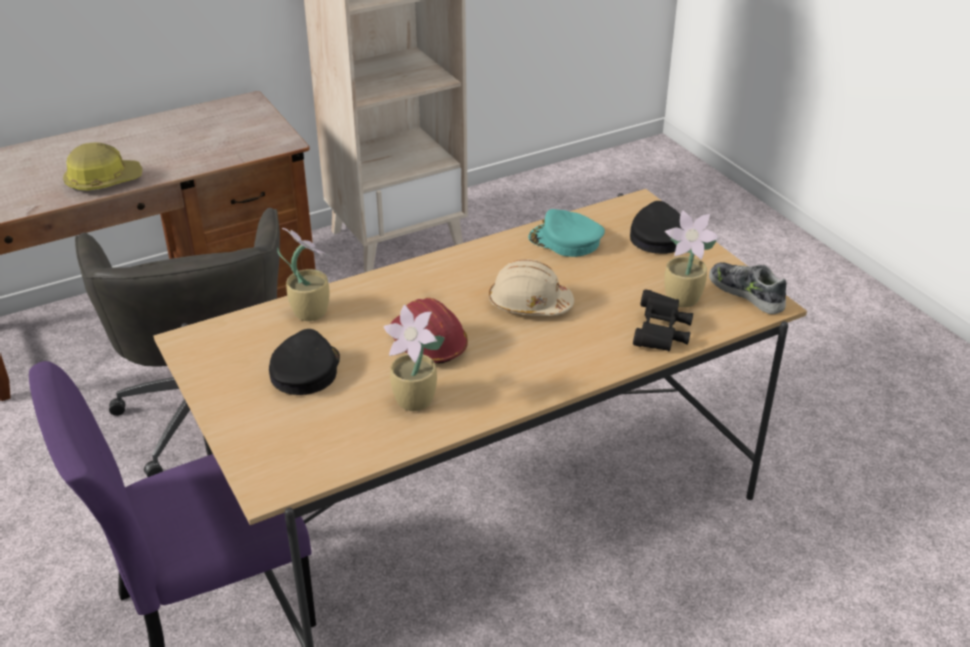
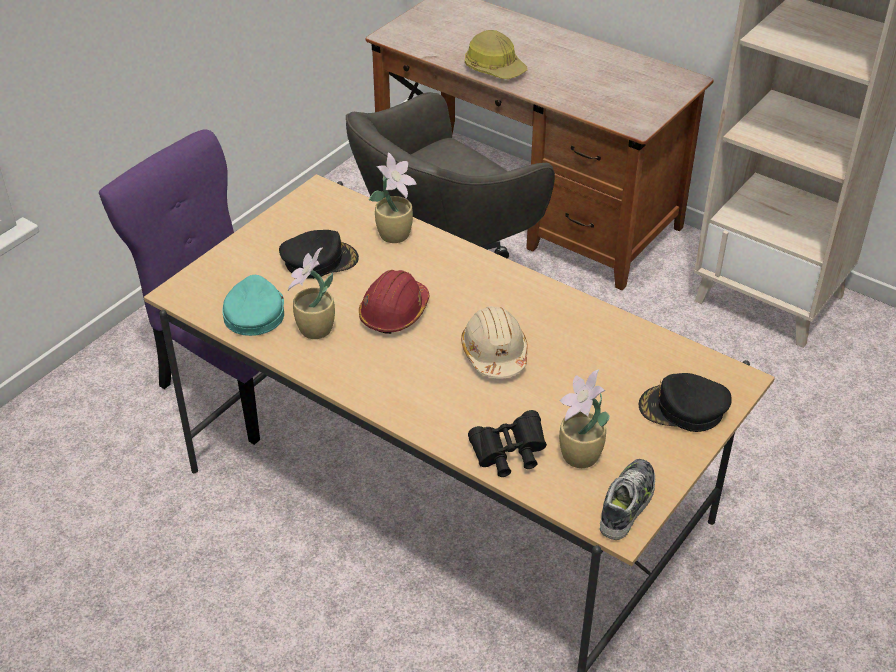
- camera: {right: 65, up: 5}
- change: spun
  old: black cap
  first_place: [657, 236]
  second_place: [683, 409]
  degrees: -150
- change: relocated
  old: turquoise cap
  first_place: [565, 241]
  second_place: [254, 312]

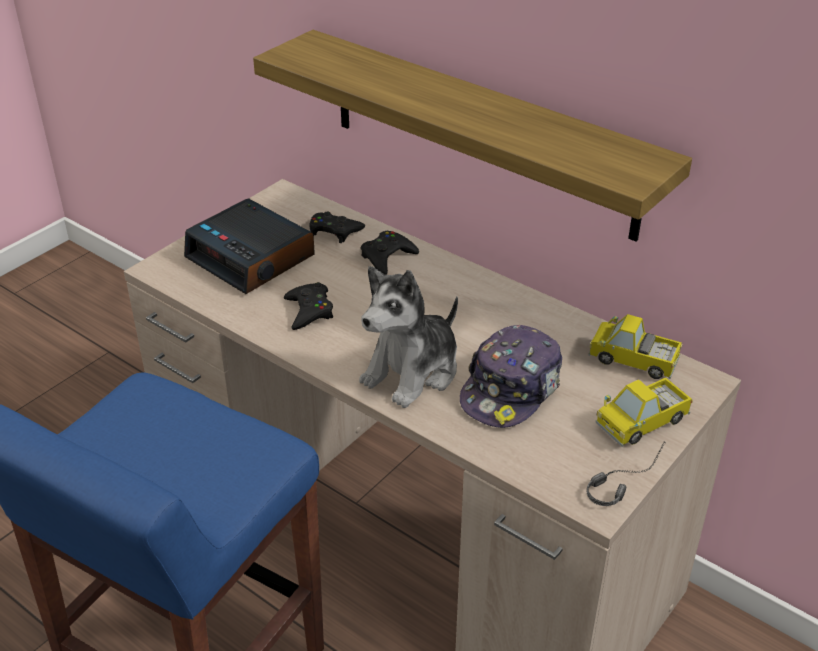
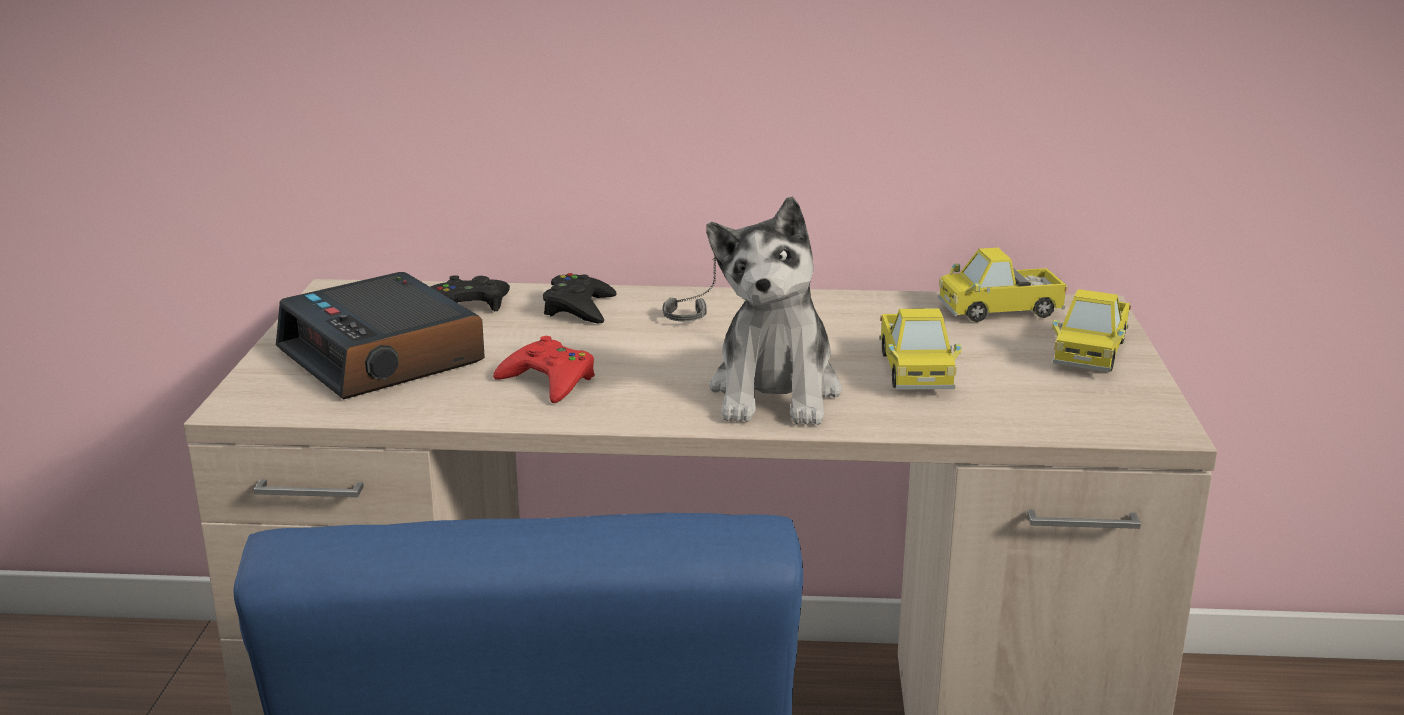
- camera: {right: -35, up: -15}
- change: missing
  old: shelf
  first_place: [480, 133]
- change: spun
  old: alarm clock
  first_place: [252, 257]
  second_place: [383, 356]
  degrees: 45
- change: colour
  old: black game controller
  new: red game controller
  first_place: [309, 311]
  second_place: [549, 381]
- change: exchanged
  old: cap
  new: toy truck
  first_place: [511, 390]
  second_place: [915, 371]
- change: relocated
  old: headphones
  first_place: [622, 478]
  second_place: [690, 304]

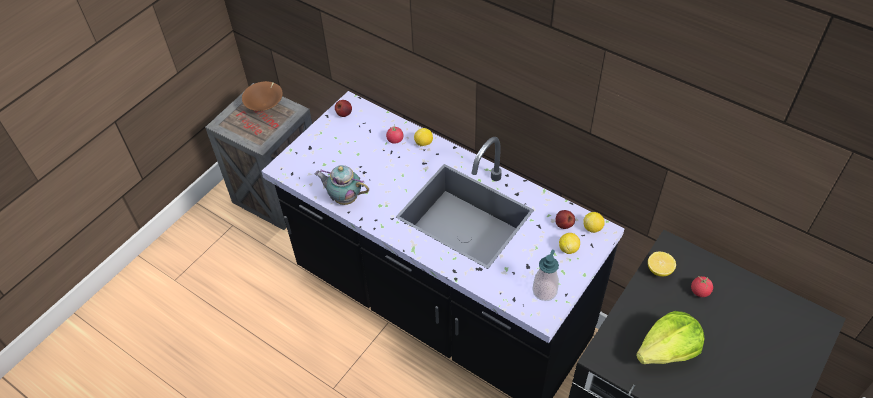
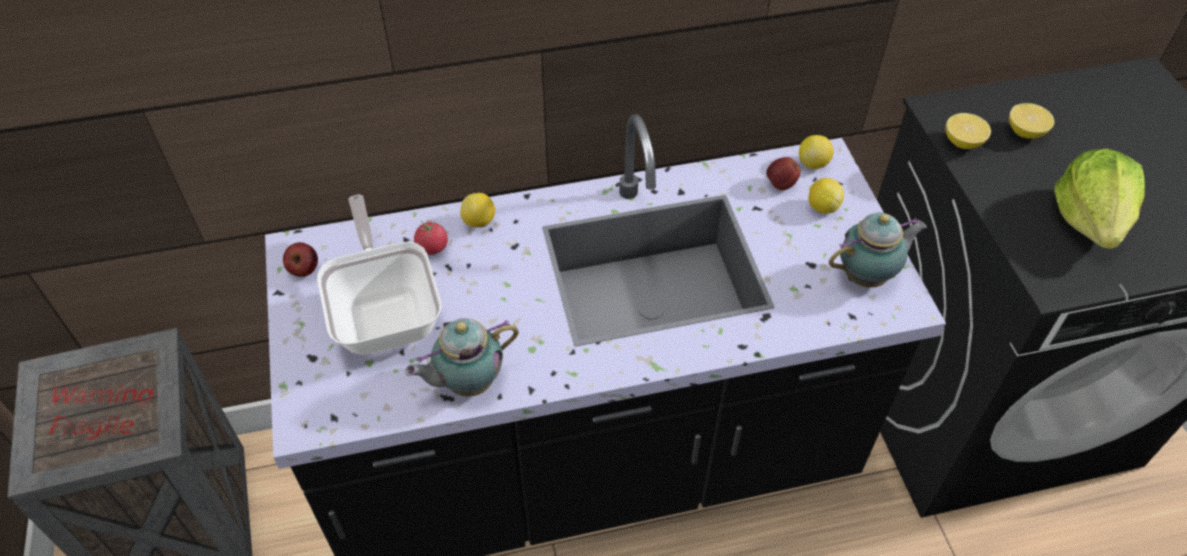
- camera: {right: -50, up: 0}
- change: missing
  old: brown bowl
  first_place: [265, 106]
- change: exchanged
  old: soap dispenser
  new: teapot
  first_place: [544, 291]
  second_place: [868, 276]
- change: exchanged
  old: tomato
  new: lemon
  first_place: [700, 291]
  second_place: [1025, 132]
- change: appeared
  new: frying pan
  second_place: [386, 313]

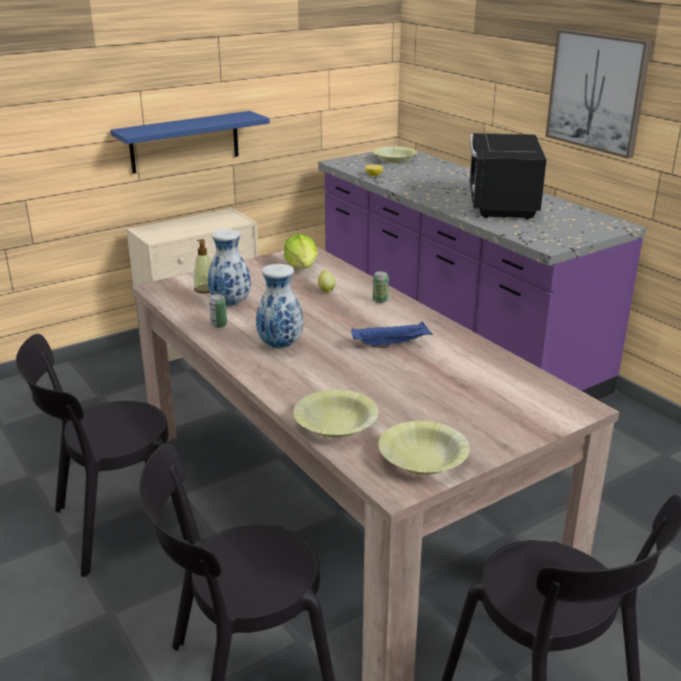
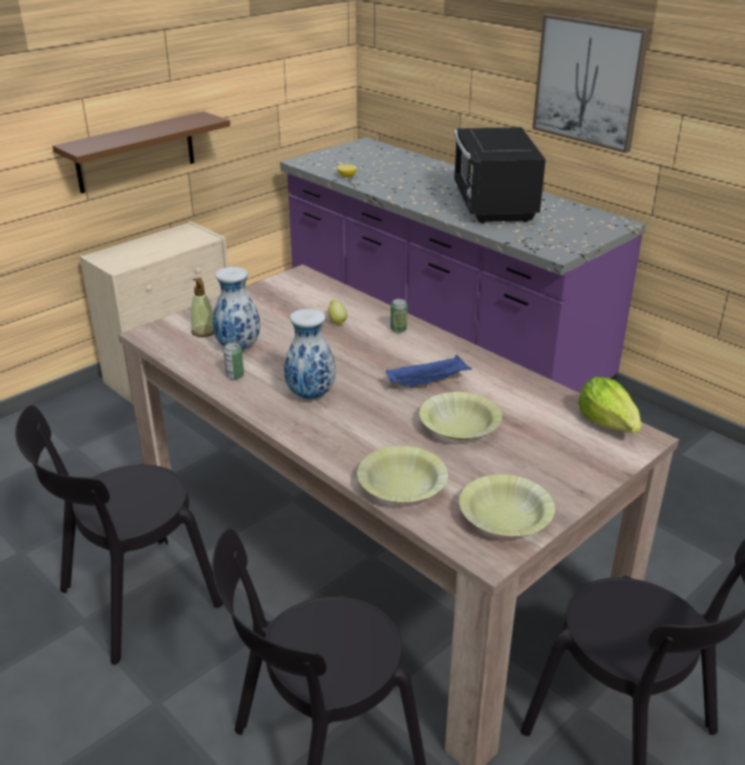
- camera: {right: -10, up: 5}
- change: colour
  old: blue shelf
  new: brown shelf
  first_place: [185, 142]
  second_place: [135, 152]
- change: relocated
  old: yellow bowl
  first_place: [394, 160]
  second_place: [459, 426]
- change: relocated
  old: lettuce
  first_place: [302, 267]
  second_place: [608, 423]

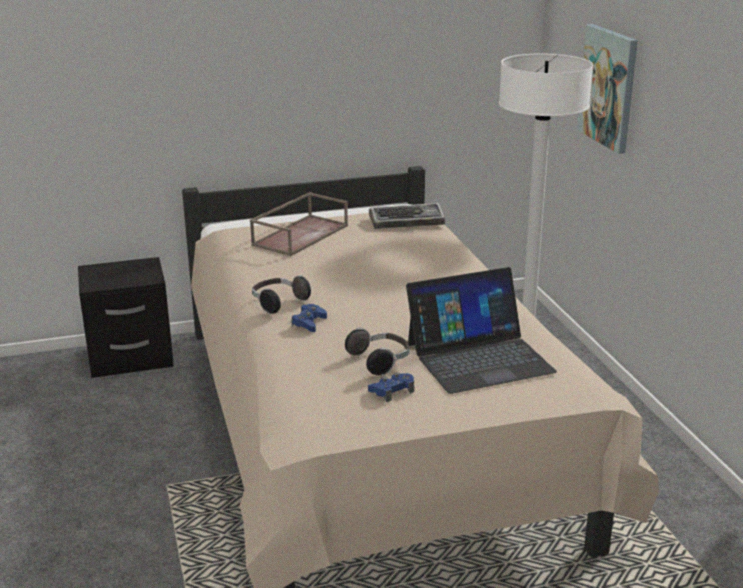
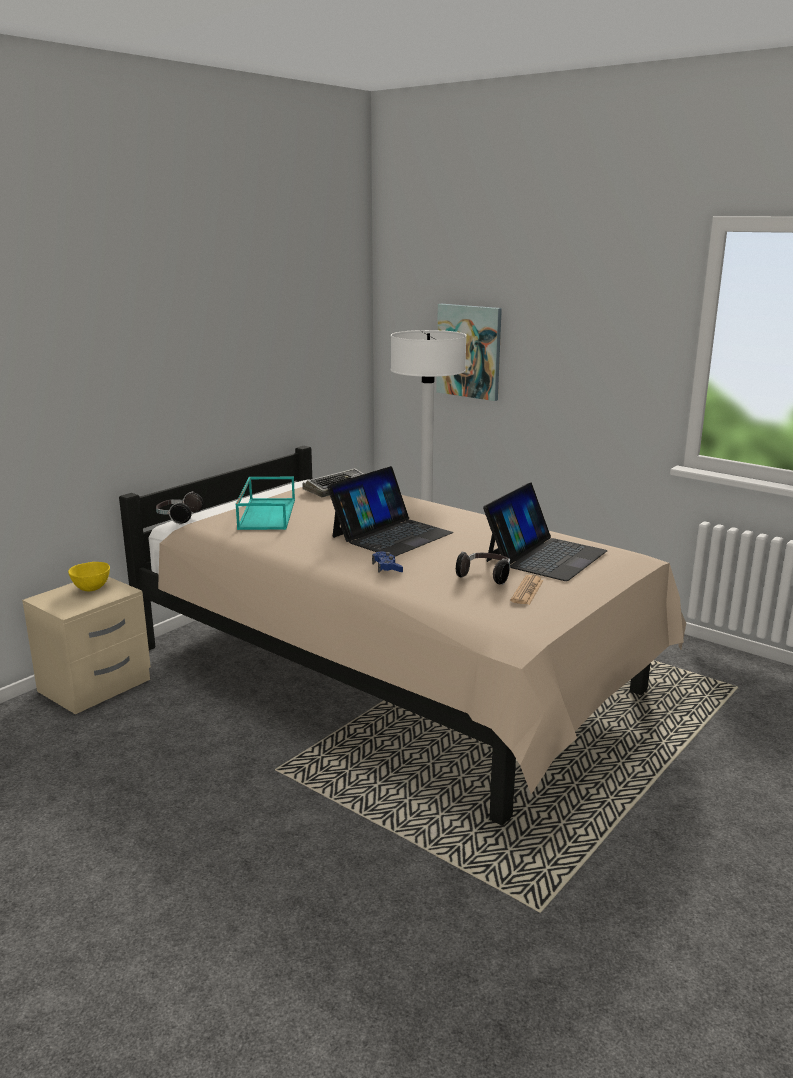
- camera: {right: -35, up: -5}
- change: colour
  old: brown tray
  new: turquoise tray
  first_place: [300, 234]
  second_place: [266, 513]
- change: colour
  old: black nightstand
  new: beige nightstand
  first_place: [131, 359]
  second_place: [96, 686]
- change: relocated
  old: headphones
  first_place: [278, 303]
  second_place: [178, 517]
- change: exchanged
  old: blue game controller
  new: newspaper
  first_place: [392, 391]
  second_place: [527, 591]
- change: appeared
  new: laptop
  second_place: [391, 535]
- change: appeared
  new: yellow bowl
  second_place: [92, 588]

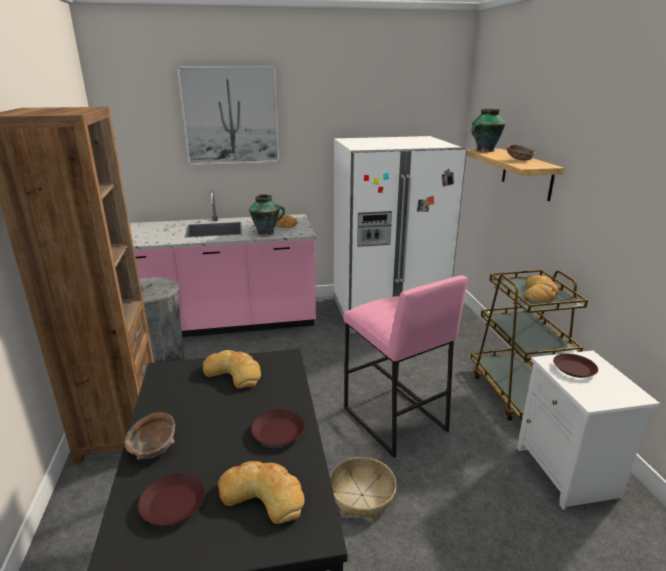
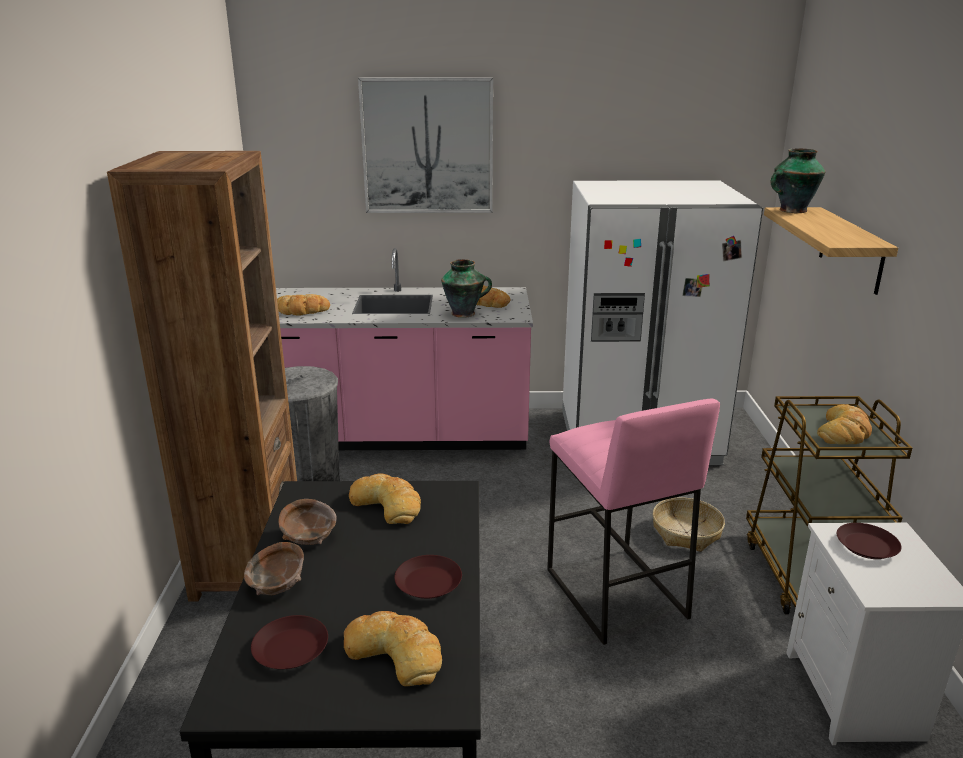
- camera: {right: 10, up: 0}
- change: relocated
  old: brown bowl
  first_place: [519, 160]
  second_place: [308, 536]
- change: relocated
  old: basket
  first_place: [362, 495]
  second_place: [686, 532]
- change: appeared
  new: bread
  second_place: [301, 310]

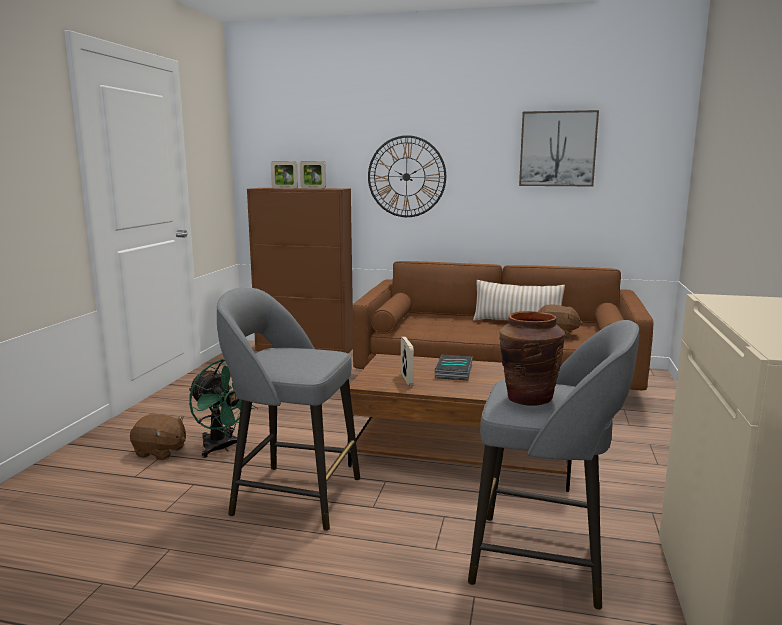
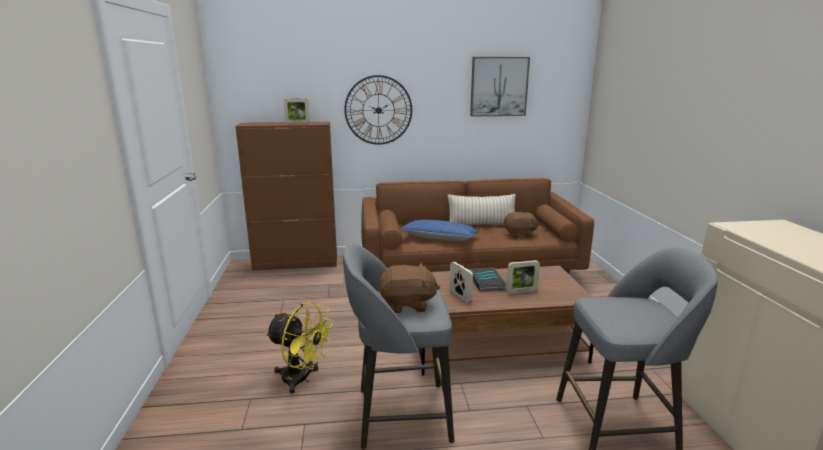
- camera: {right: -20, up: 5}
- change: relocated
  old: picture frame
  first_place: [284, 188]
  second_place: [521, 291]
- change: missing
  old: brown vase
  first_place: [528, 398]
- change: colour
  old: green fan
  new: yellow fan
  first_place: [223, 448]
  second_place: [301, 379]
- change: relocated
  old: brown plush toy
  first_place: [160, 452]
  second_place: [407, 304]
- change: appeared
  new: blue pillow
  second_place: [439, 238]

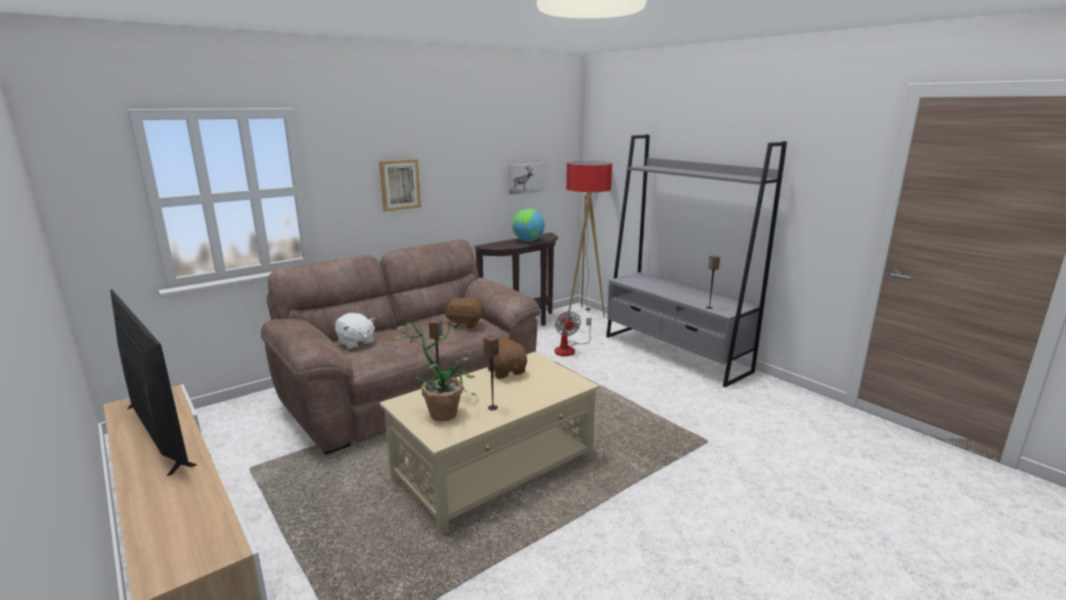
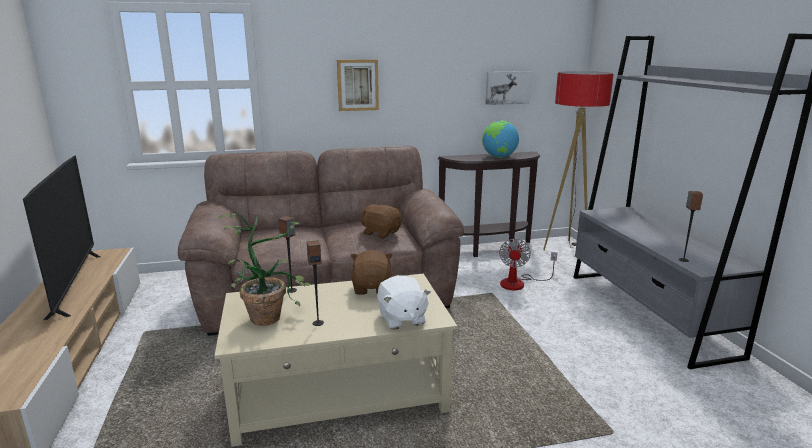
- camera: {right: 25, up: 0}
- change: relocated
  old: white plush toy
  first_place: [356, 343]
  second_place: [401, 319]

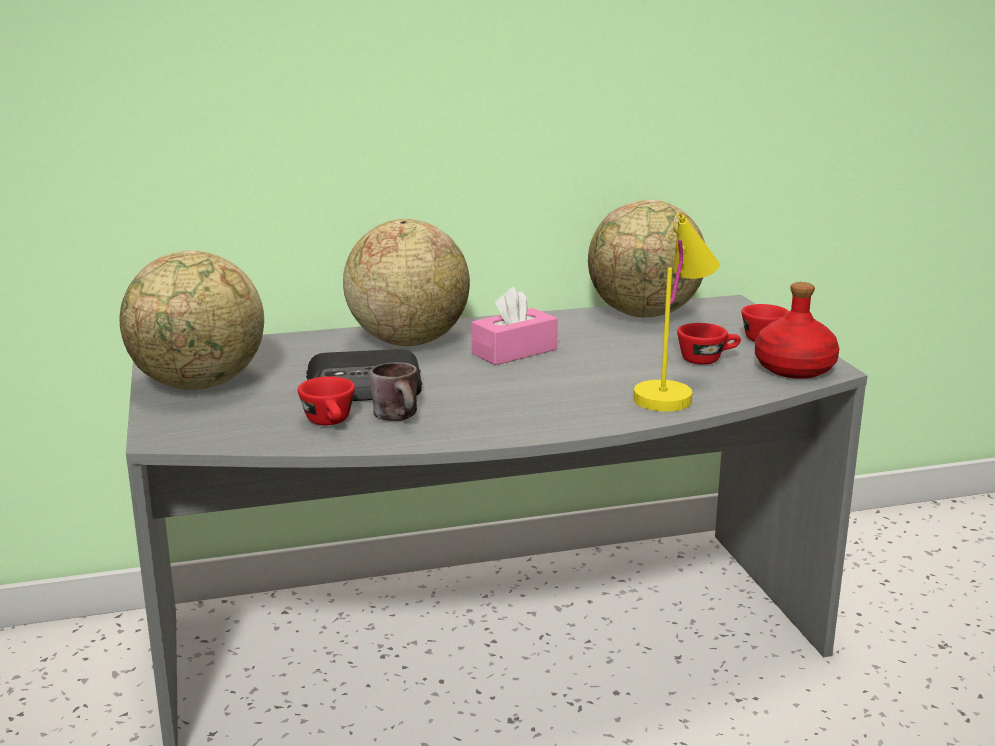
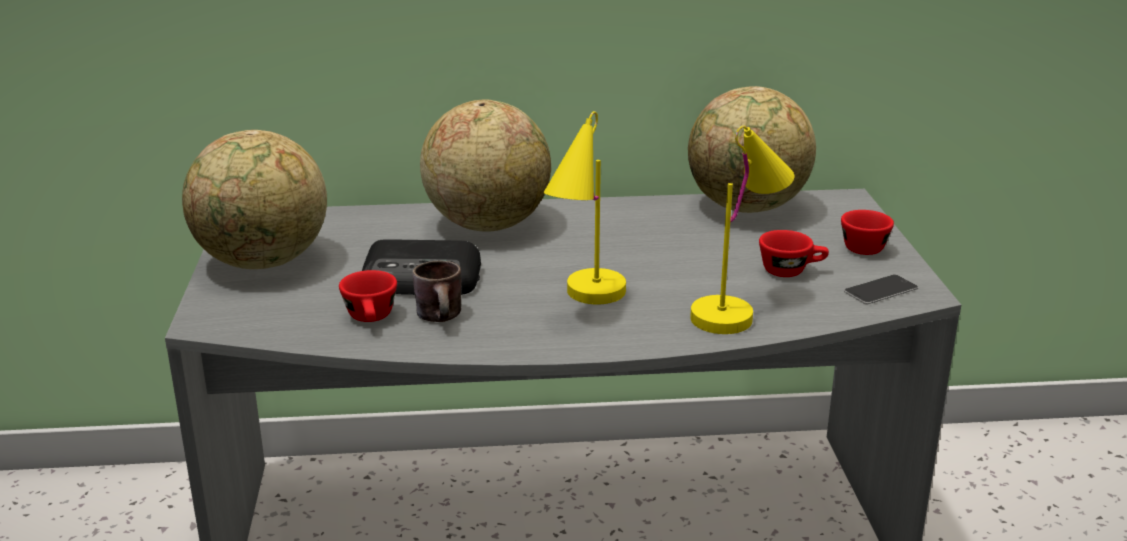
- camera: {right: 10, up: 5}
- change: exchanged
  old: red bottle
  new: phone
  first_place: [793, 369]
  second_place: [881, 290]
- change: missing
  old: pink tissue box
  first_place: [514, 351]
- change: appeared
  new: yellow table lamp
  second_place: [584, 302]

